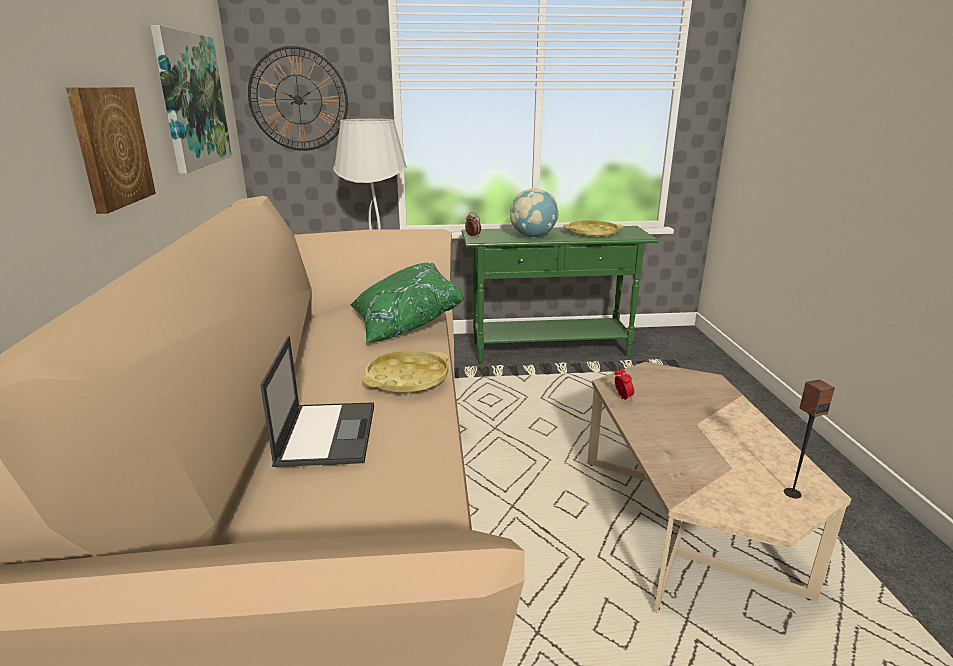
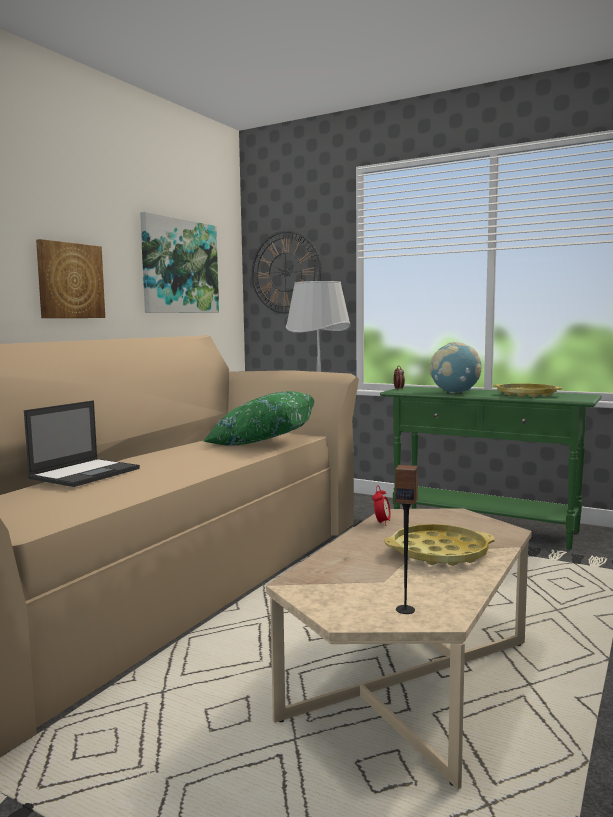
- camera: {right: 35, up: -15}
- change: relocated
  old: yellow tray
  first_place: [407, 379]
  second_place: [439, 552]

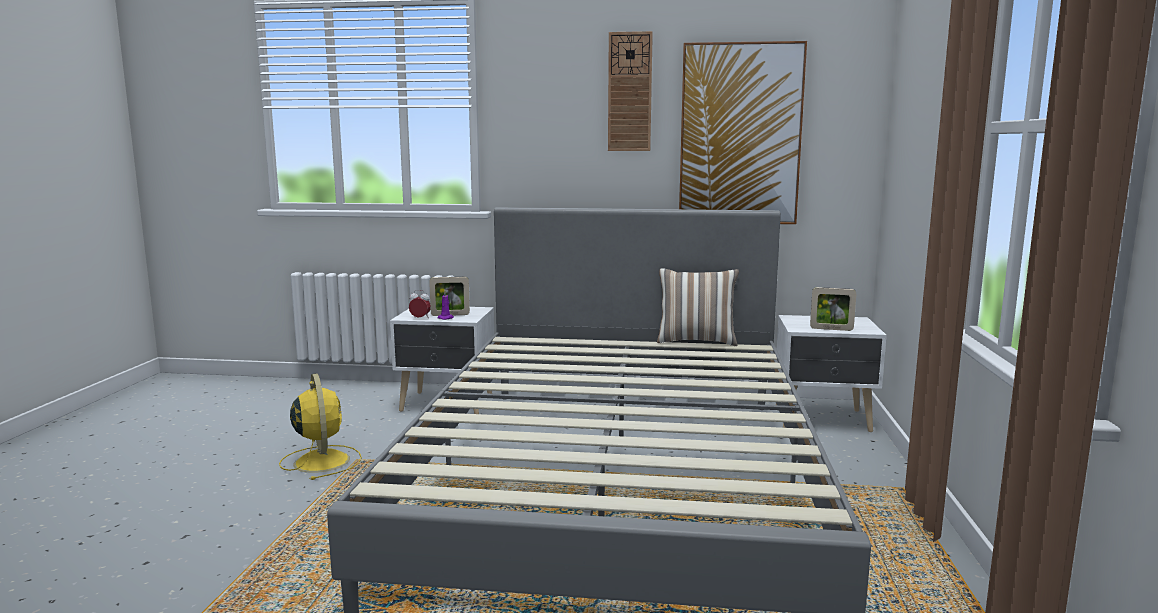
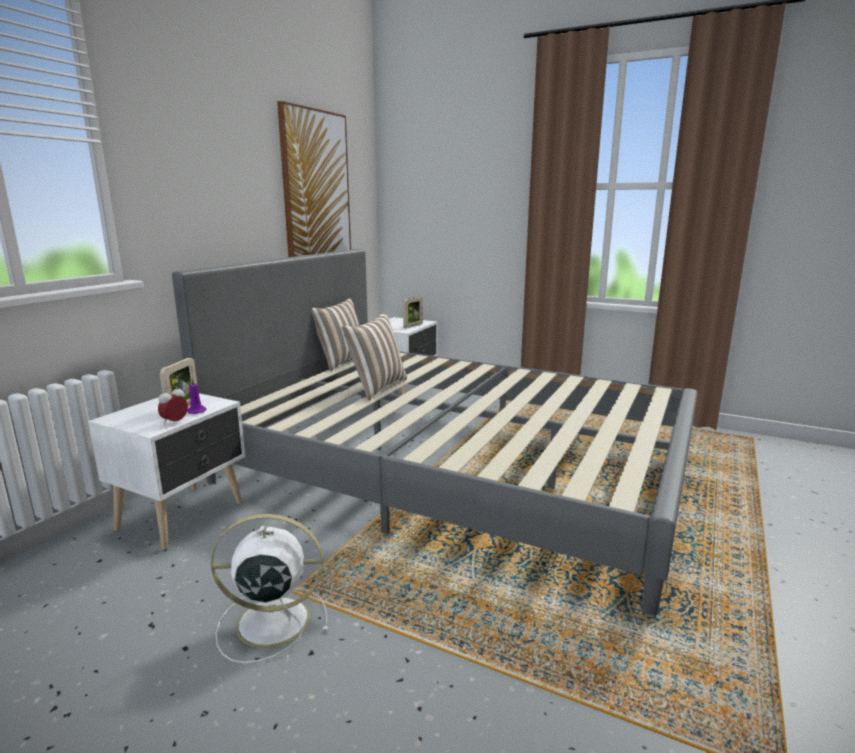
- camera: {right: -70, up: 5}
- change: missing
  old: wall clock
  first_place: [629, 92]
- change: colour
  old: yellow fan
  new: white fan
  first_place: [321, 461]
  second_place: [270, 622]
- change: appeared
  new: pillow
  second_place: [376, 387]

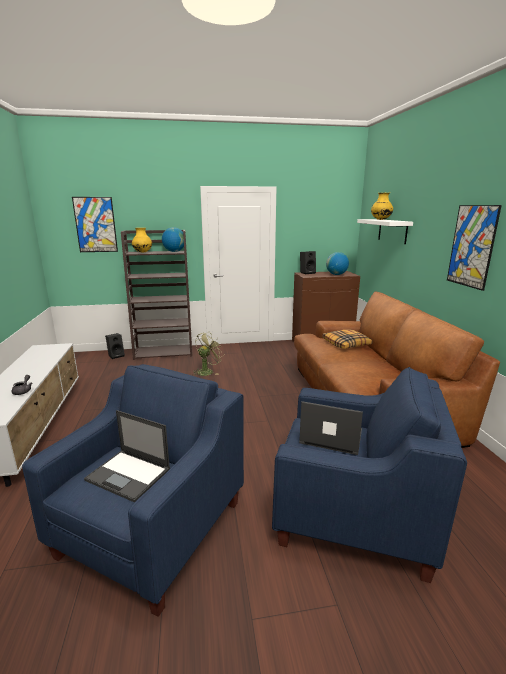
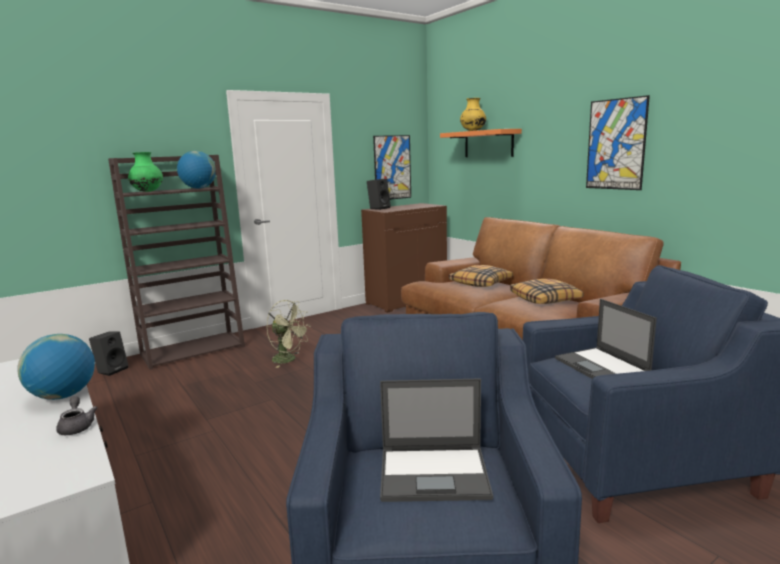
- camera: {right: -25, up: -5}
- change: relocated
  old: picture
  first_place: [95, 225]
  second_place: [392, 167]
- change: colour
  old: white shelf
  new: orange shelf
  first_place: [392, 231]
  second_place: [488, 144]
- change: colour
  old: yellow vase
  new: green vase
  first_place: [143, 252]
  second_place: [148, 191]
- change: relocated
  old: globe
  first_place: [336, 274]
  second_place: [63, 396]
- change: spun
  old: green fan
  first_place: [207, 371]
  second_place: [288, 360]
  degrees: 105
- change: spun
  old: laptop
  first_place: [330, 436]
  second_place: [602, 366]
  degrees: -105
- change: appeared
  new: pillow
  second_place: [545, 299]

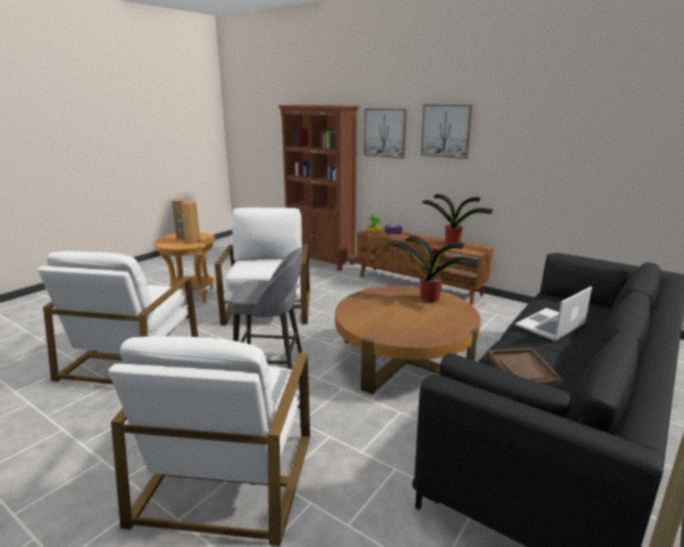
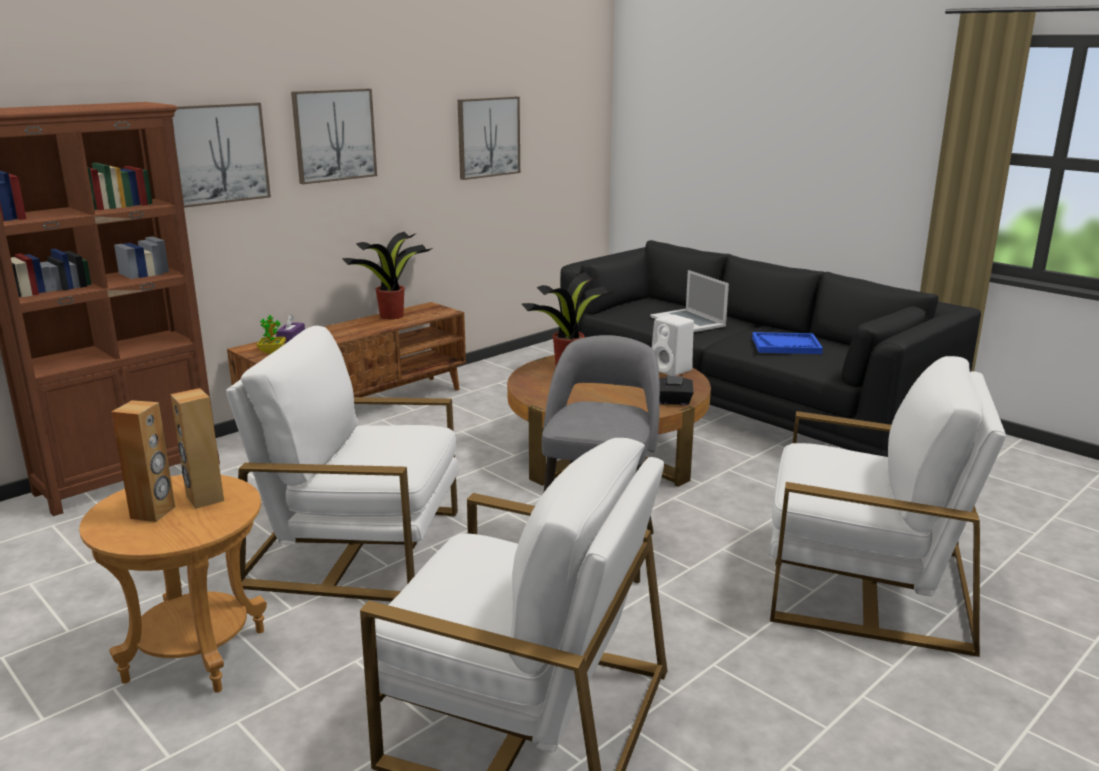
- camera: {right: -80, up: 0}
- change: colour
  old: brown tray
  new: blue tray
  first_place: [523, 370]
  second_place: [786, 345]
- change: appeared
  new: picture
  second_place: [488, 137]
- change: appeared
  new: white speaker
  second_place: [672, 370]
- change: appeared
  new: black tissue box
  second_place: [673, 401]

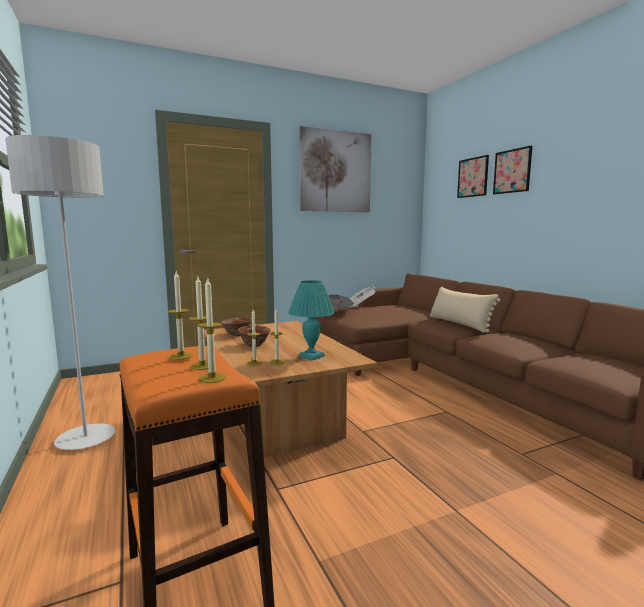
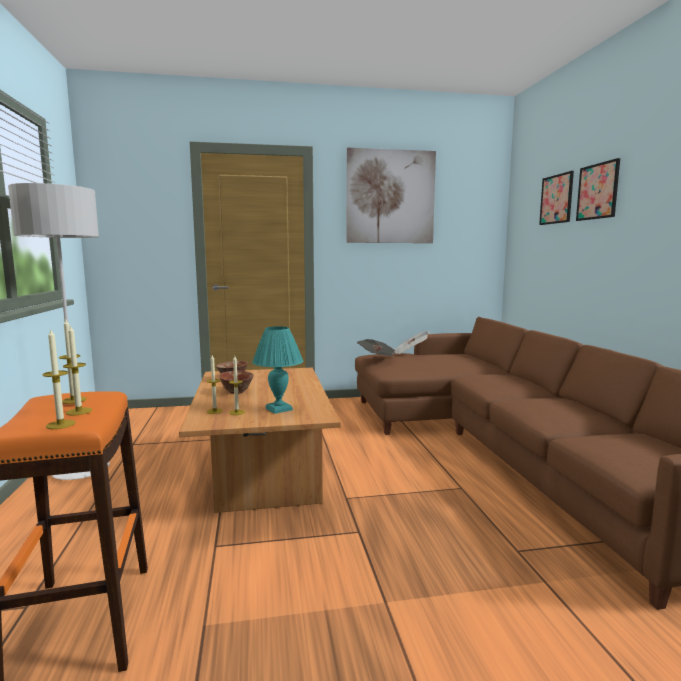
- camera: {right: 15, up: 0}
- change: missing
  old: beige pillow
  first_place: [459, 324]

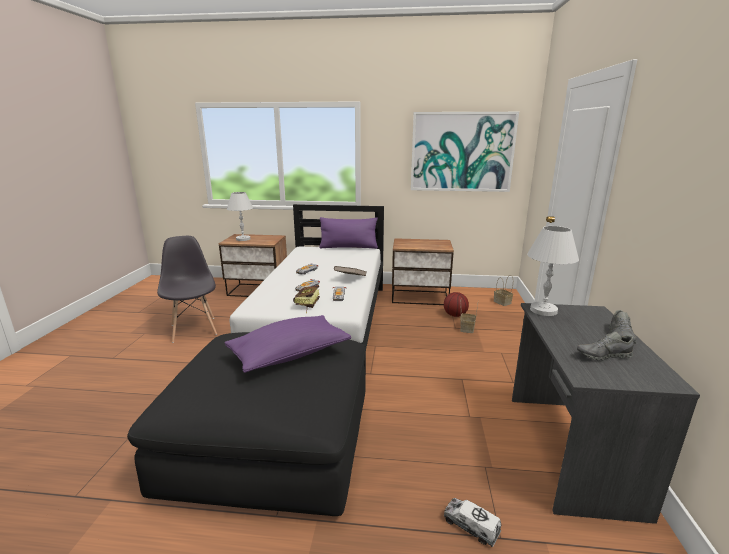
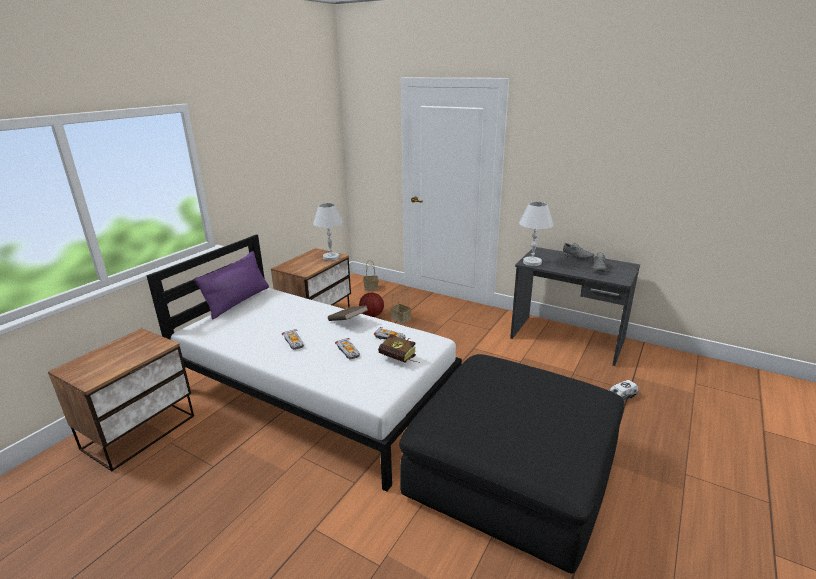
- camera: {right: -65, up: 5}
- change: missing
  old: picture
  first_place: [462, 152]
- change: relocated
  old: white table lamp
  first_place: [243, 239]
  second_place: [331, 257]
- change: missing
  old: grey chair
  first_place: [194, 329]
- change: missing
  old: purple pillow
  first_place: [289, 355]

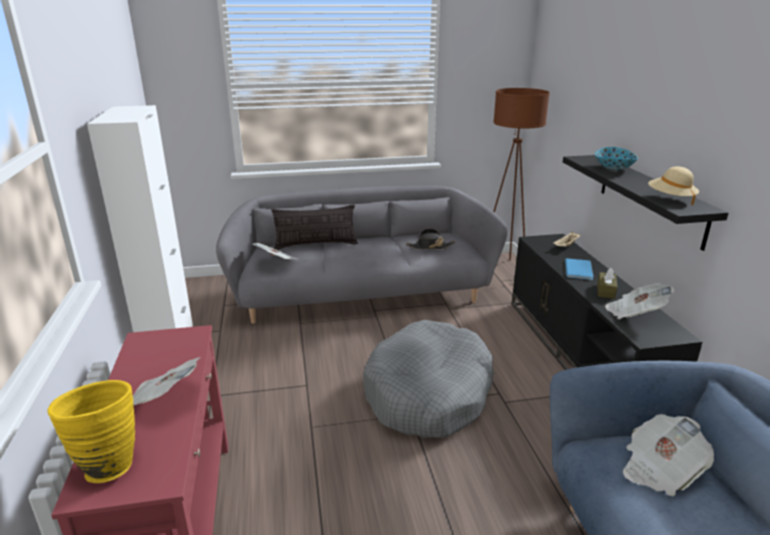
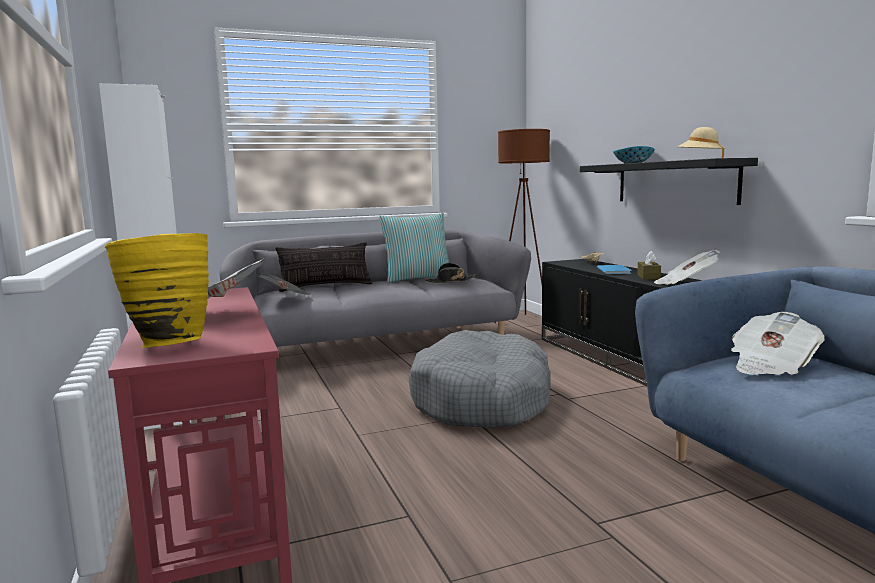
- camera: {right: -10, up: -15}
- change: appeared
  new: pillow
  second_place: [417, 278]

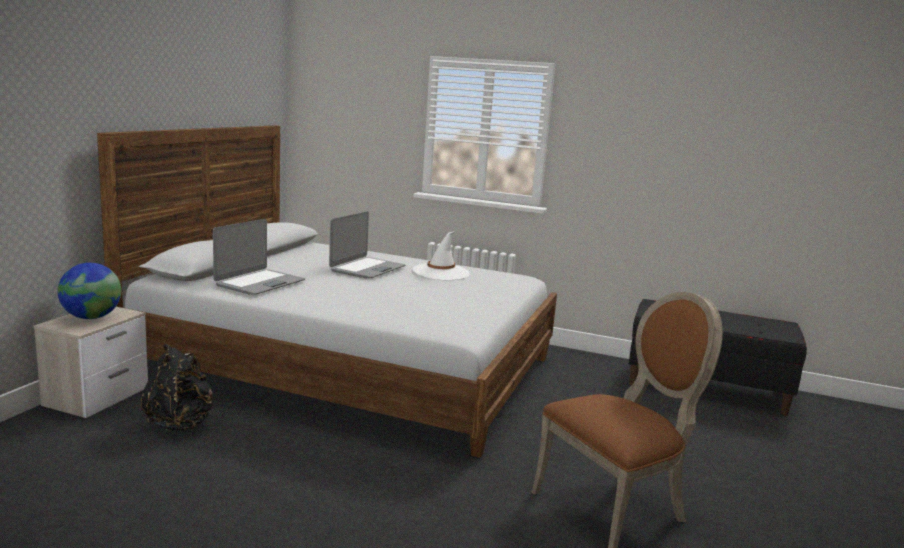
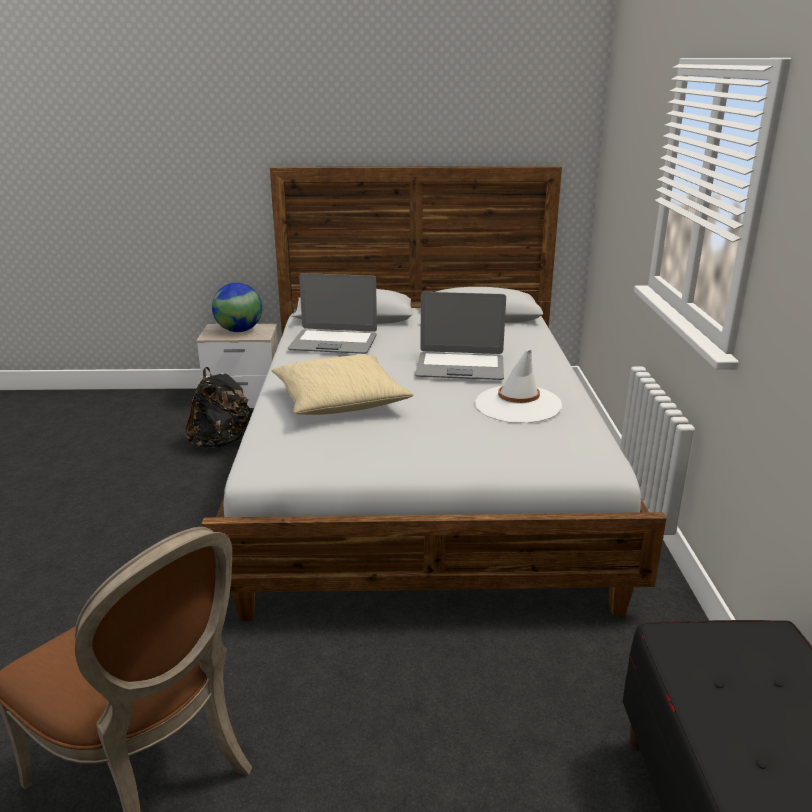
- camera: {right: 70, up: 10}
- change: appeared
  new: beige pillow
  second_place: [340, 400]

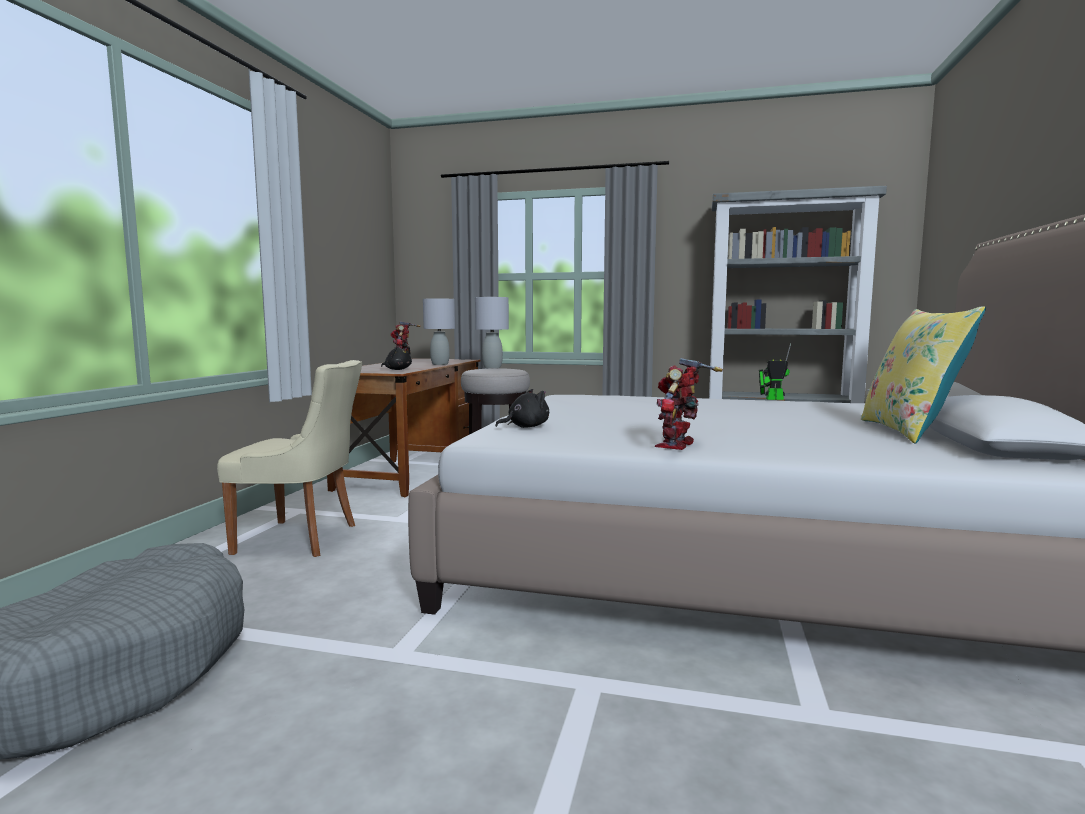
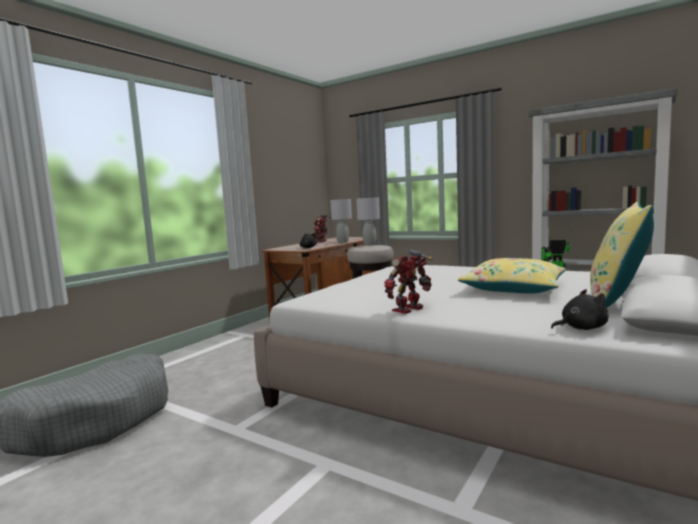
- camera: {right: 20, up: 0}
- change: missing
  old: beige chair
  first_place: [301, 538]
- change: relocated
  old: black plush toy
  first_place: [525, 427]
  second_place: [581, 328]
- change: appeared
  new: yellow pillow
  second_place: [513, 288]

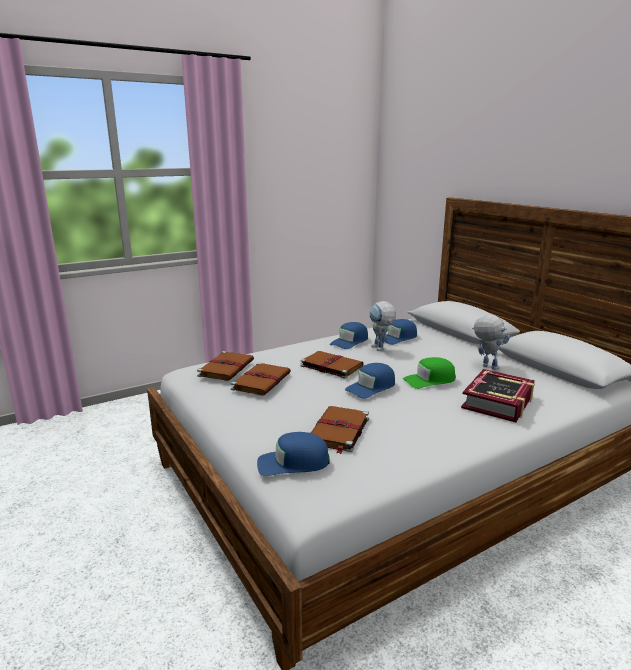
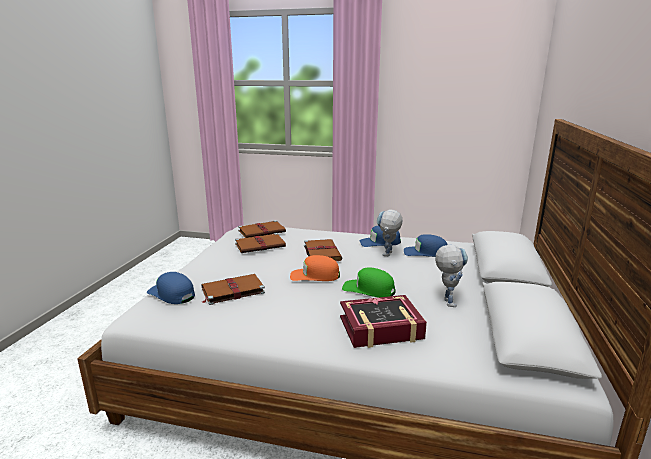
- camera: {right: 45, up: 0}
- change: colour
  old: blue cap
  new: orange cap
  first_place: [371, 387]
  second_place: [315, 276]

